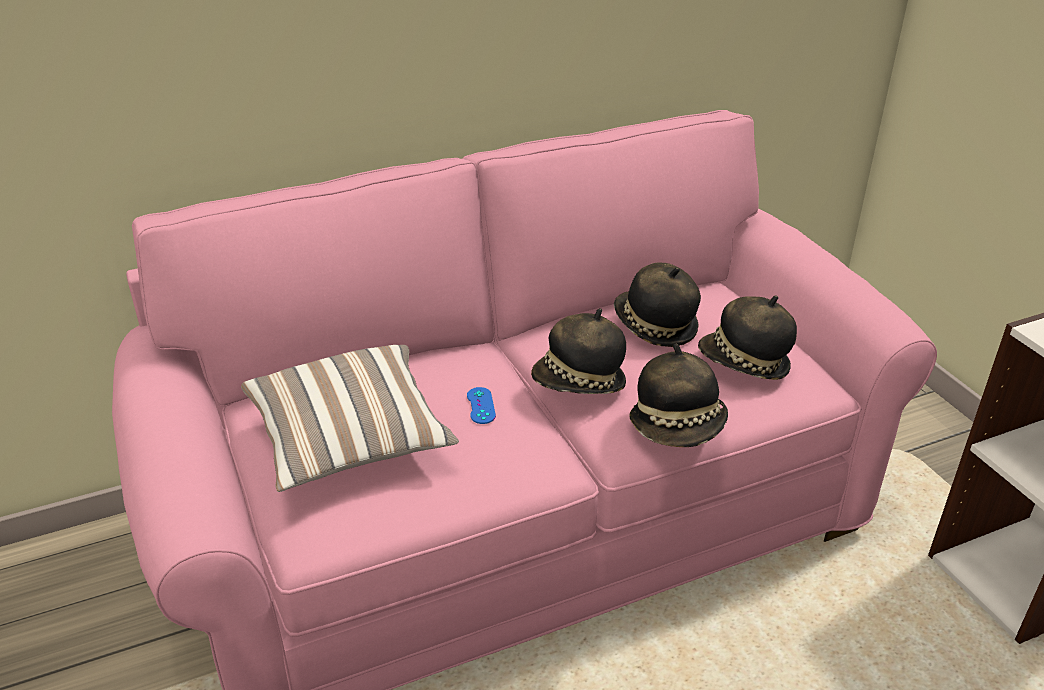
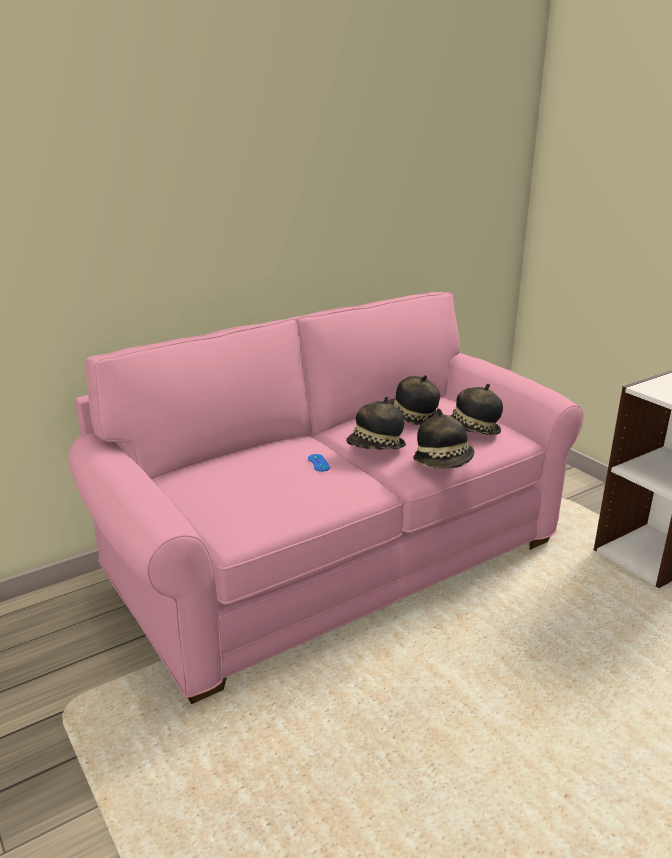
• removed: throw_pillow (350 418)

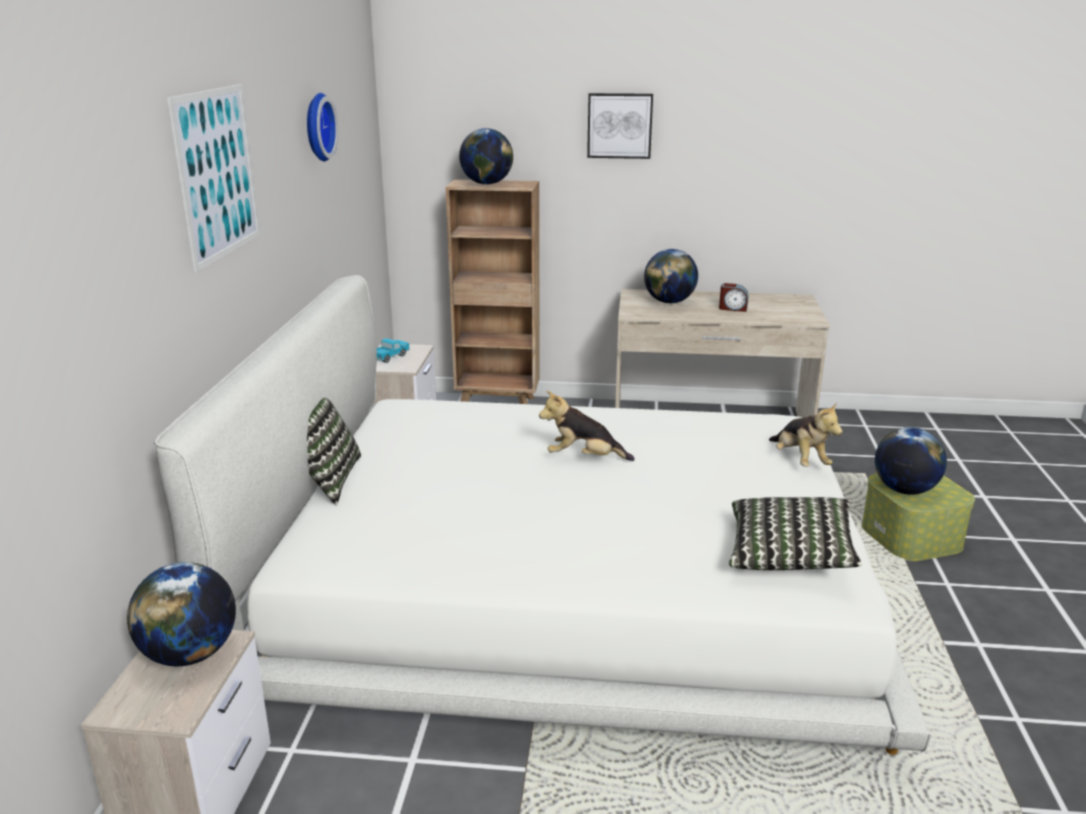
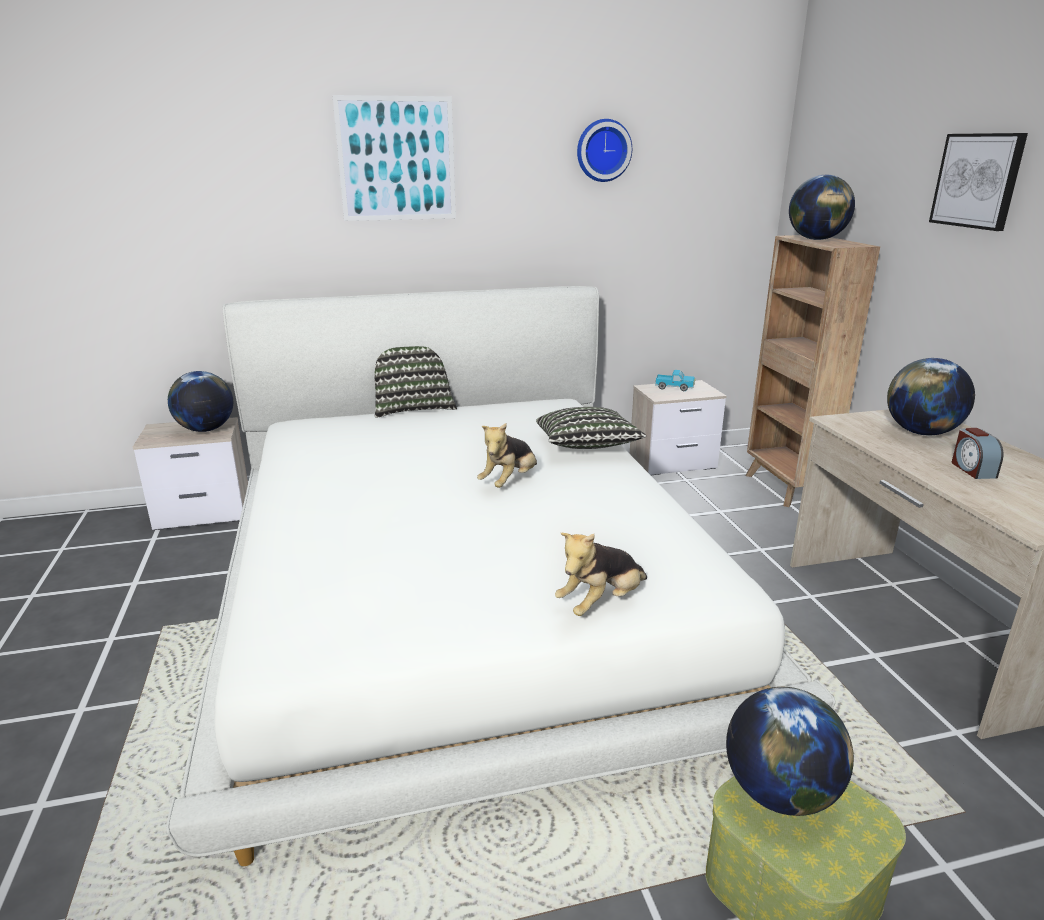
• turned: soft_toy (587 425) = (507 455) 135 degrees counterclockwise
• moved: throw_pillow (795 533) to (591 428)

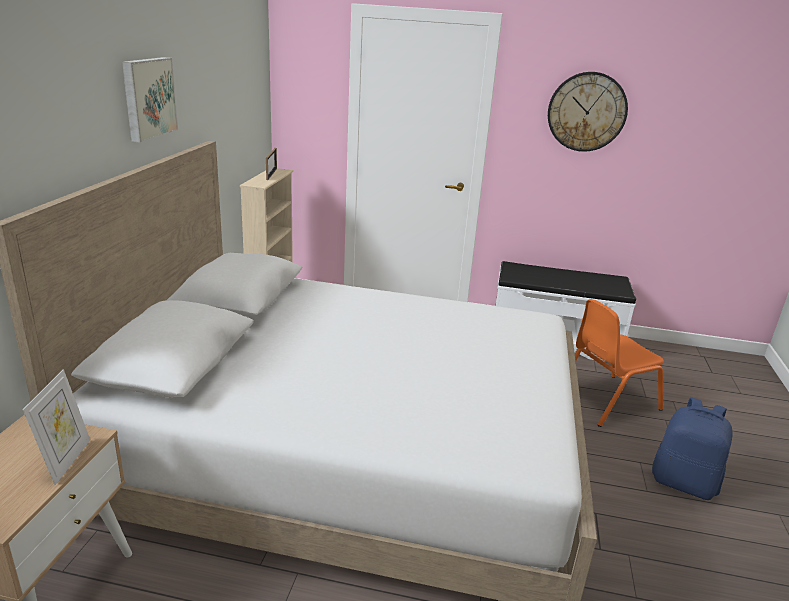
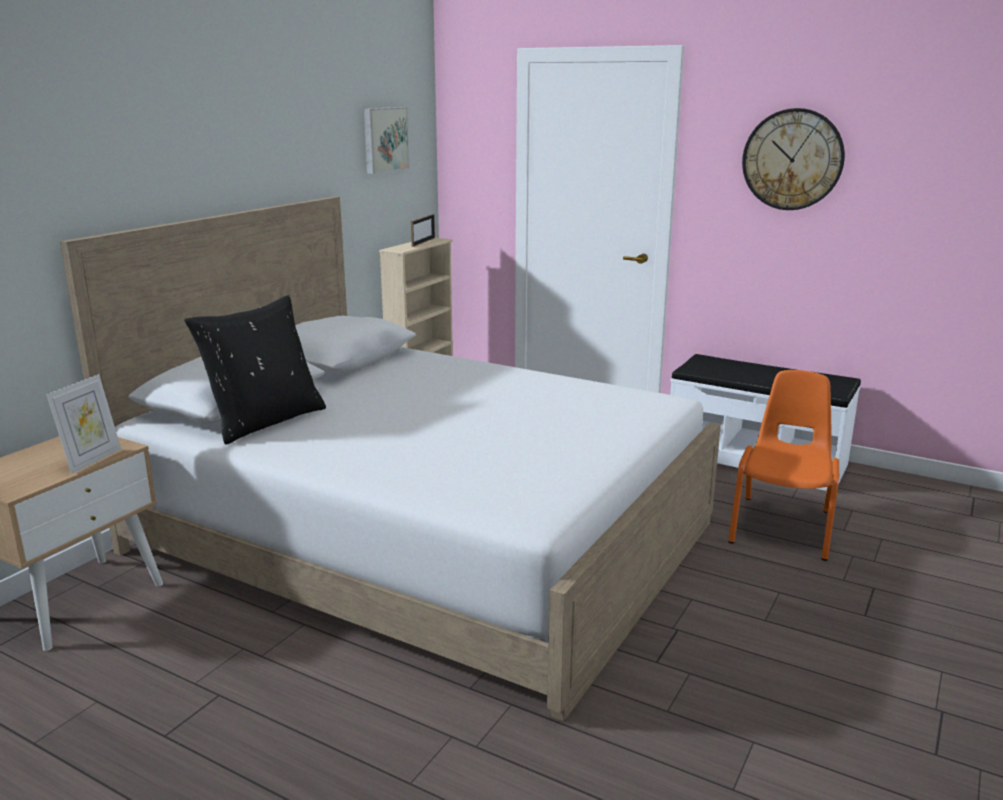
• added: black-coloured_throw_pillow (255 370)
• moved: picture (150 99) to (387 140)
• turned: orangey_plain_chair (619 363) = (783 465) 120 degrees clockwise
• removed: bluish_rucksack (692 449)

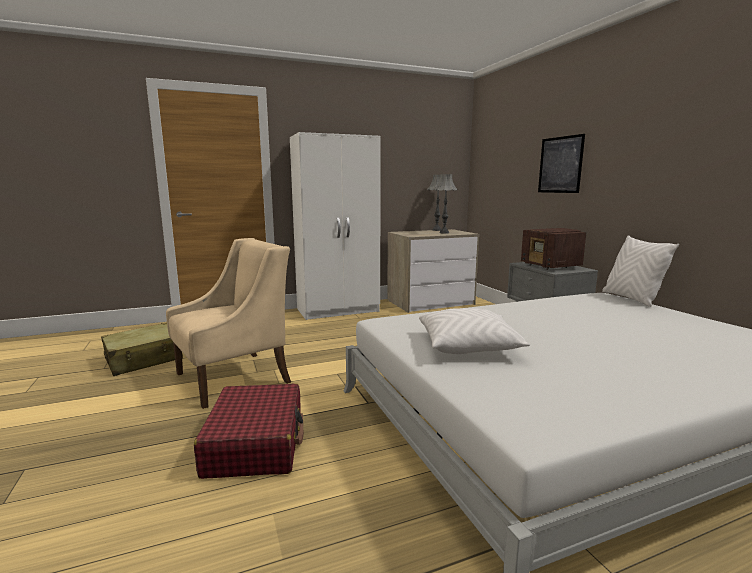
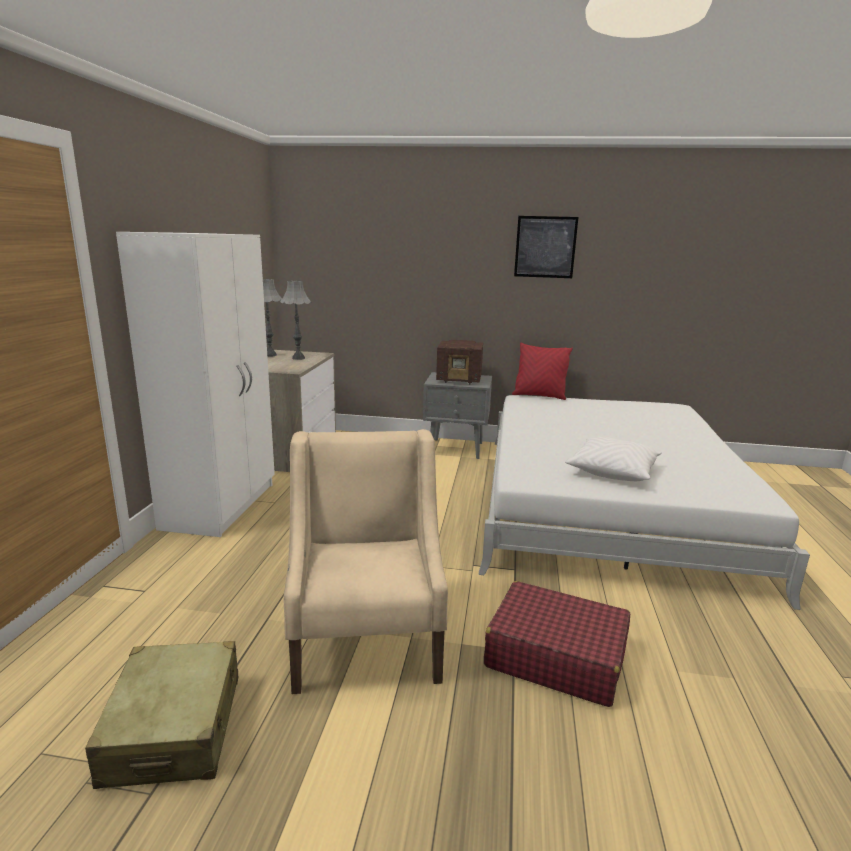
• recoloured: white-coloured_throw_pillow (640 271) to red_throw_pillow (542 371)
• moved: picture (561 163) to (546 247)

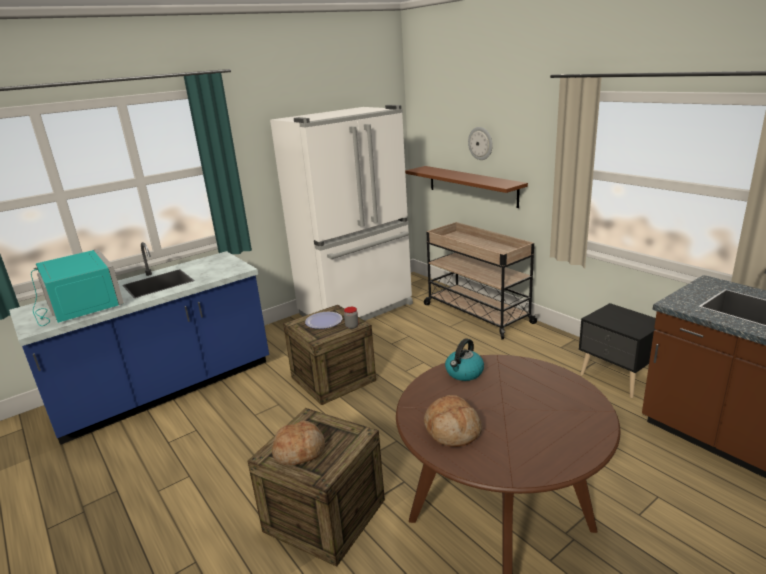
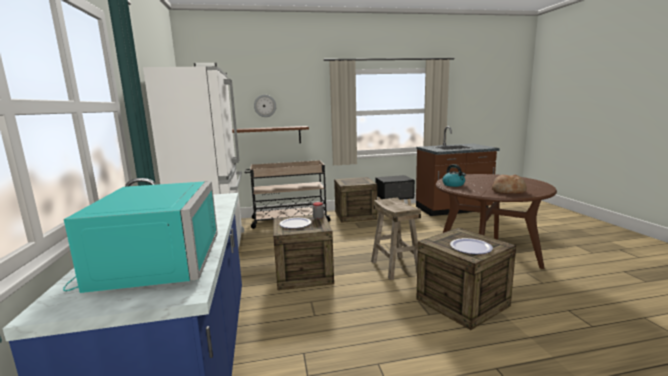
• turned: blue-green_microwave_oven (77 287) = (140 237) 90 degrees clockwise
• added: crate (355 200)
• added: sand-coloured_sitting_stool (396 239)
• replaced: bread (298 442) to flat_dish (471 246)

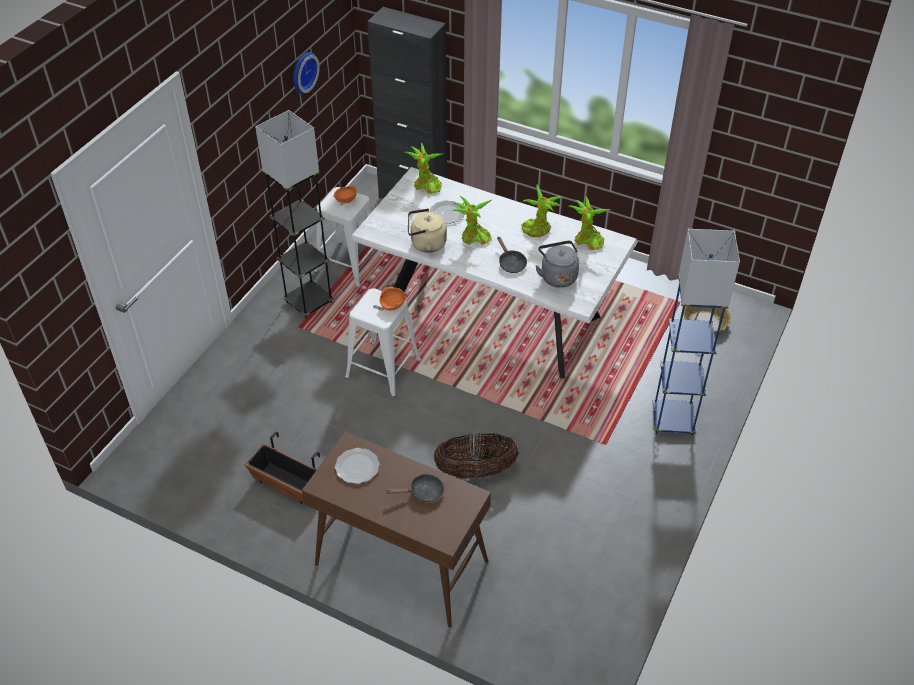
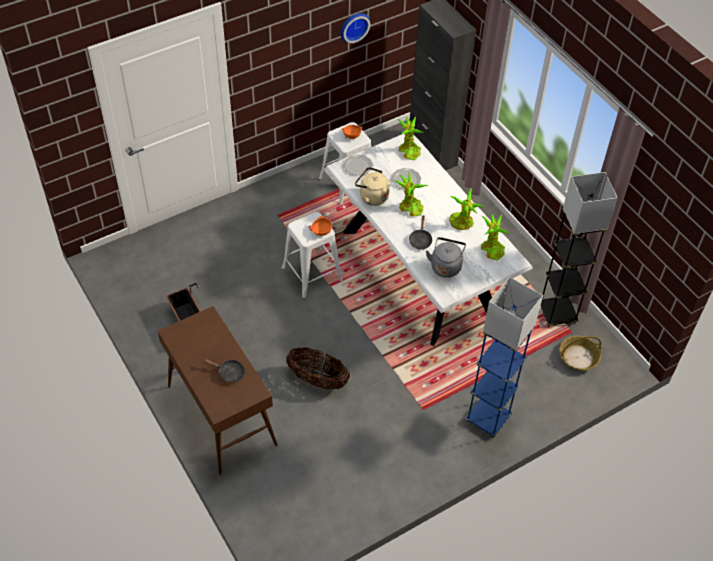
• moved: flat_dish (357 466) to (358 165)
• moved: gray_floor_lamp (294 214) to (579 249)

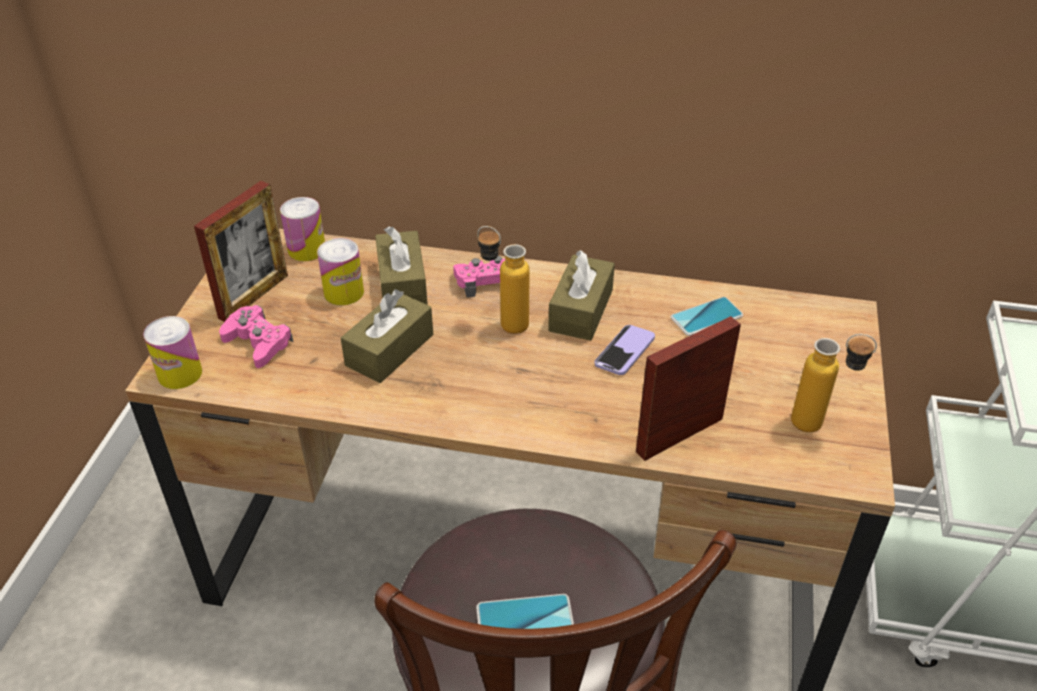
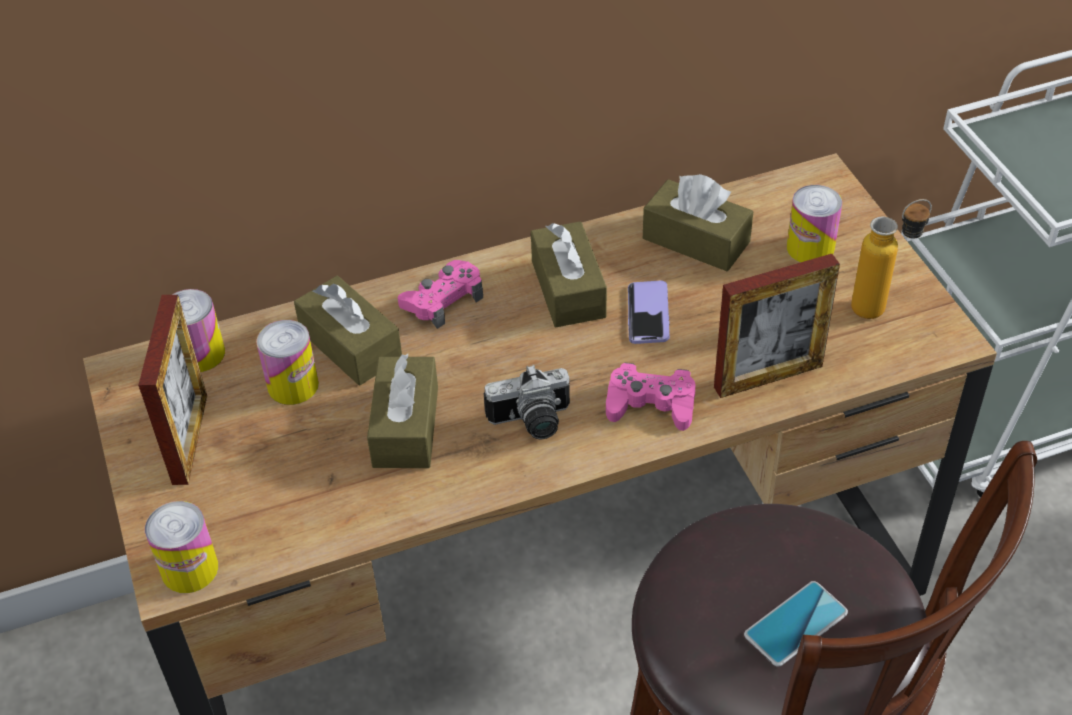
• added: still_camera (527 402)
• moved: pinkish_gamepad (256 336) to (651 397)
• replaced: telephone (707 316) to brown-coloured_box_of_tissues (698 222)
• turned: picture_frame (688 388) = (777 326) 135 degrees counterclockwise
• added: can (814 223)
• removed: bottle (503 280)

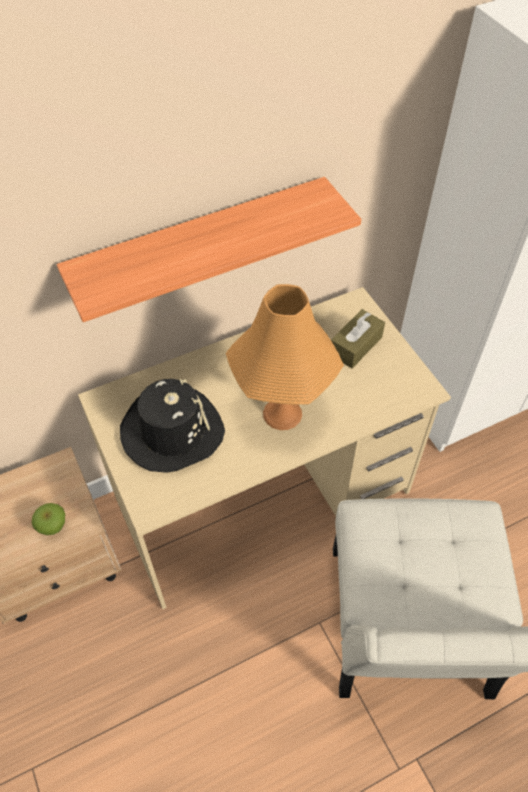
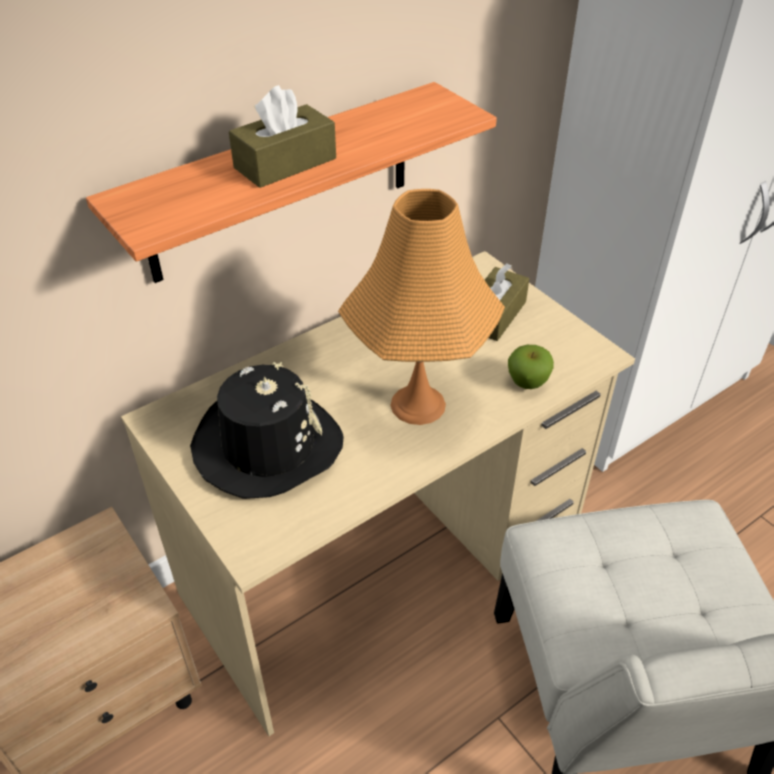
• added: brown-coloured_box_of_tissues (282 136)
• moved: apple_fruit (48 519) to (531 367)

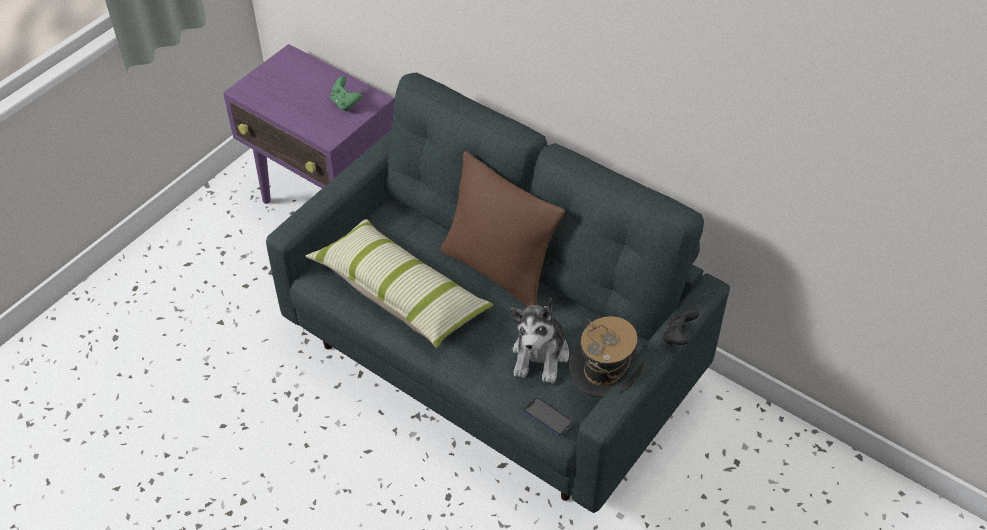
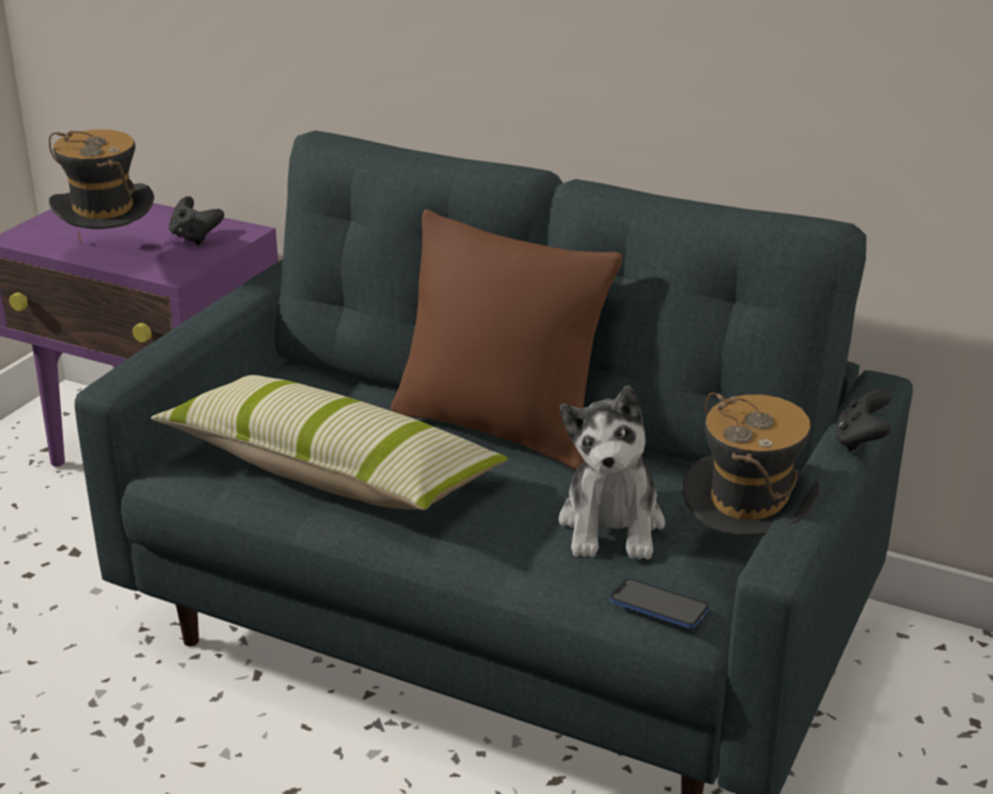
• added: hat (101 186)
• recoloured: greenish_gamepad (346 93) to black-coloured_gamepad (196 220)

